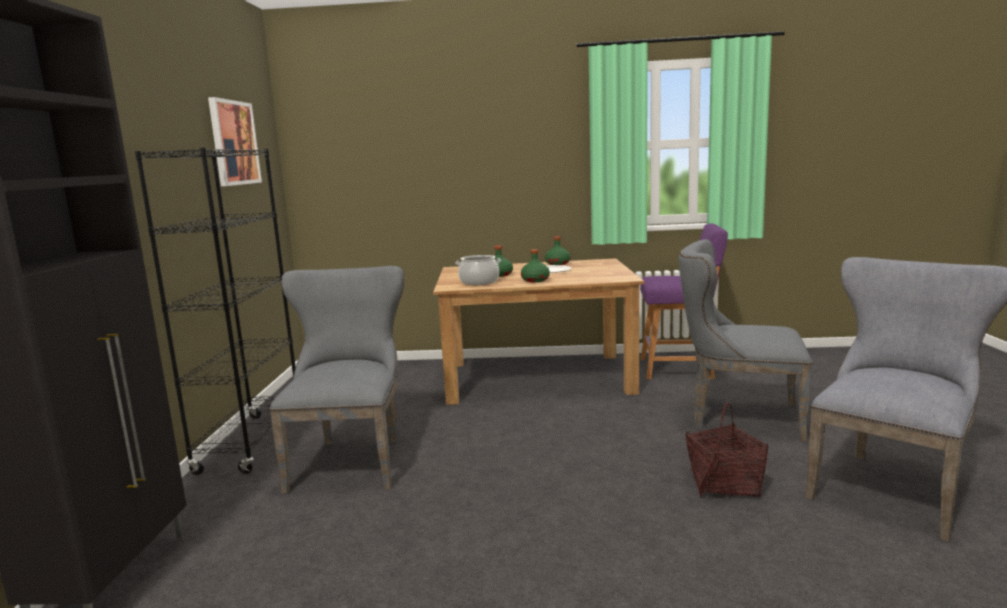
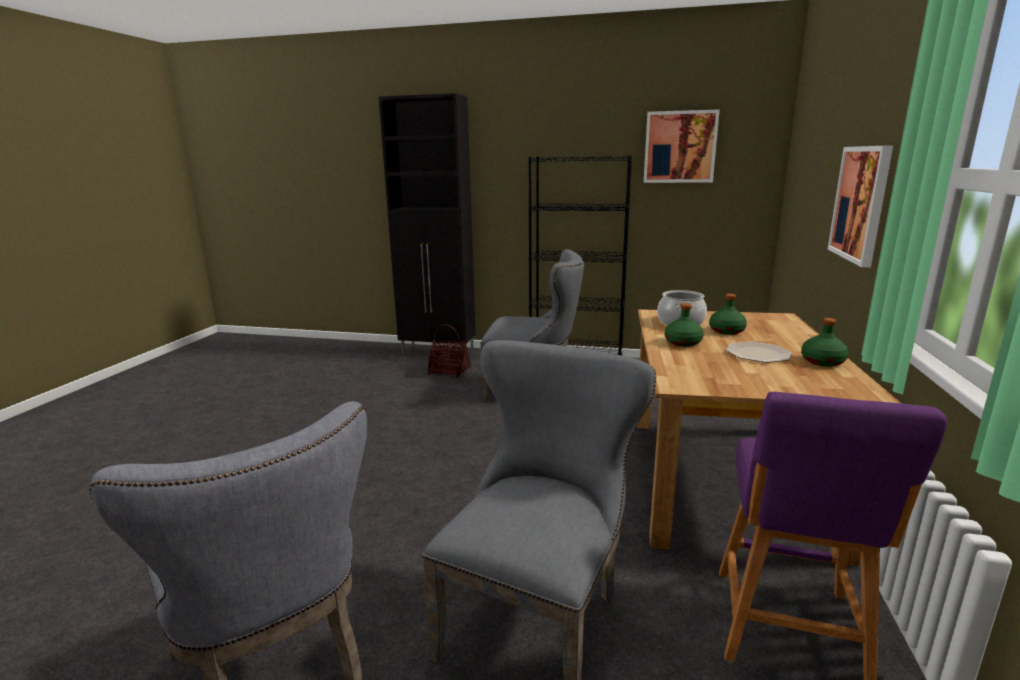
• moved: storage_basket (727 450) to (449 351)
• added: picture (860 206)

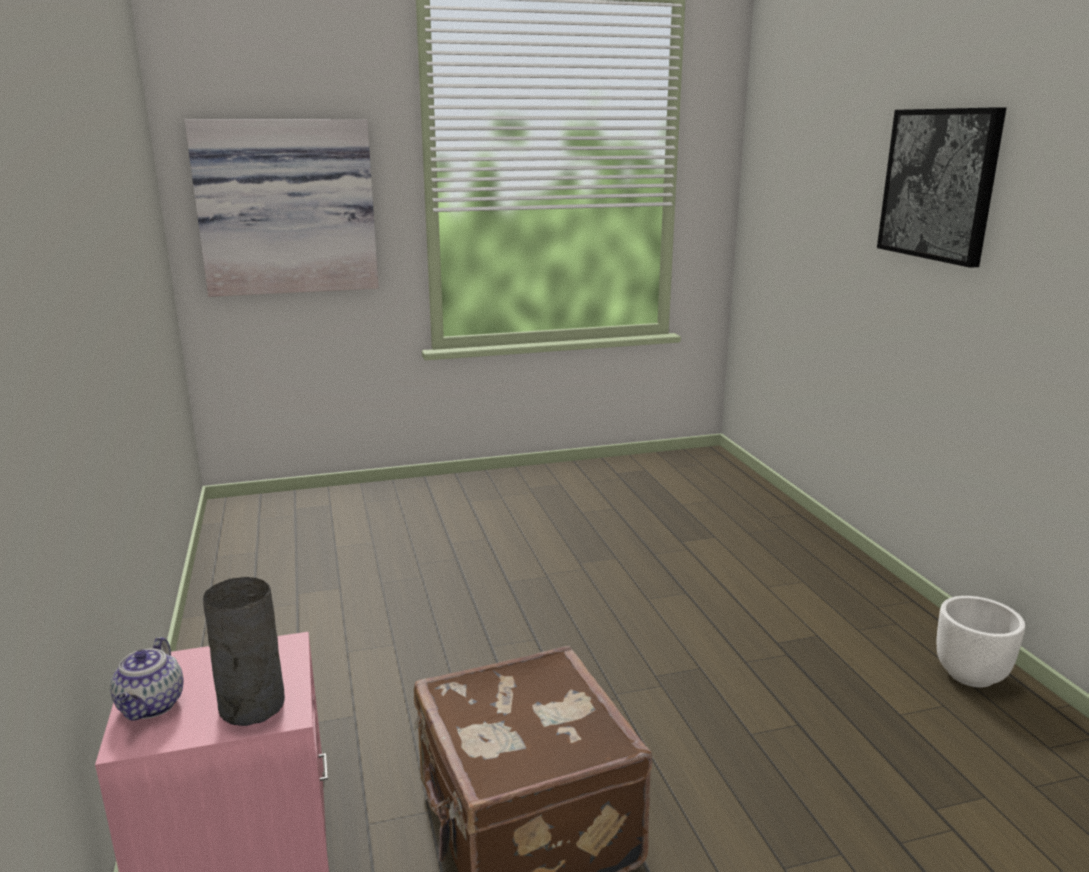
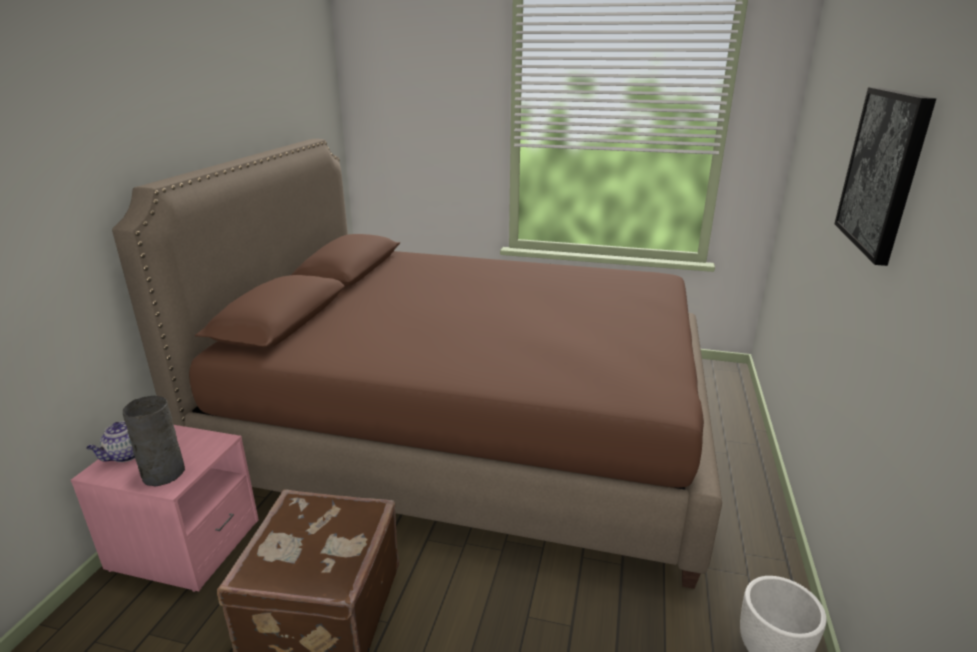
• added: brown-coloured_bed (417 364)
• removed: picture (282 208)

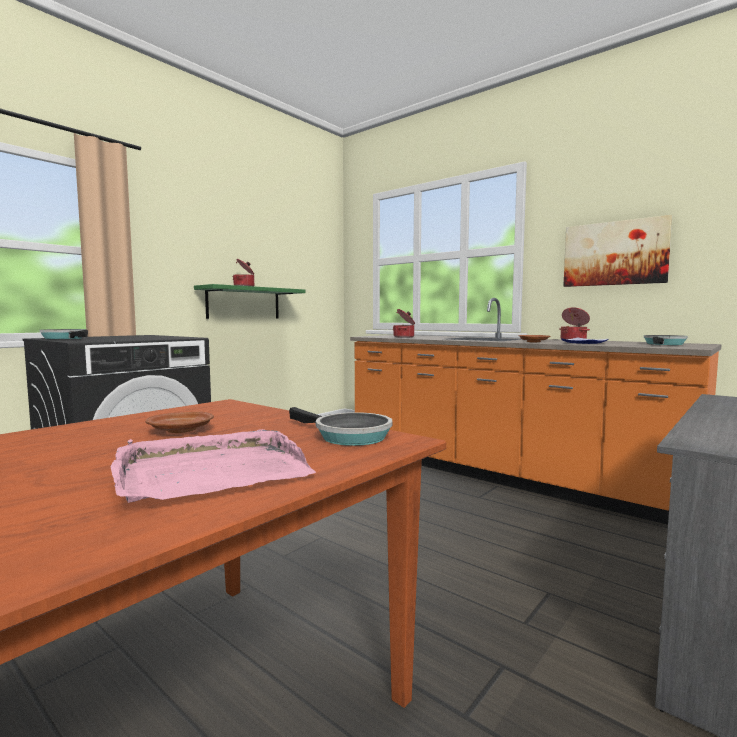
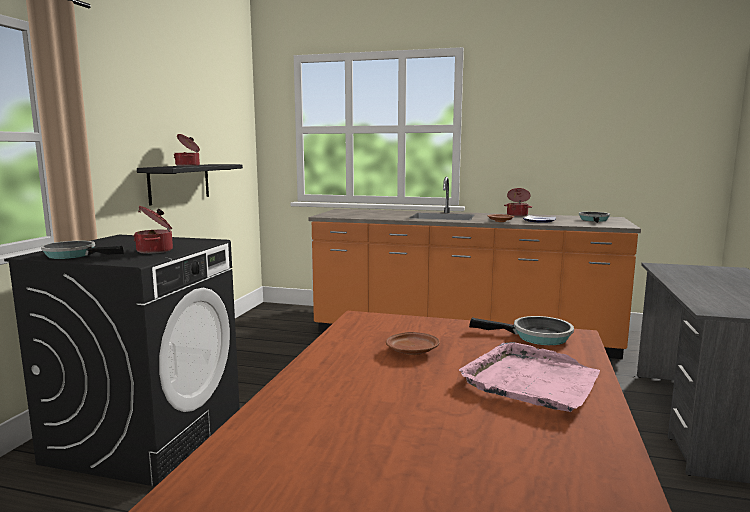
• moved: cooking_pot (404 323) to (153 230)
• recoloured: greenish_wall_shelf (249 301) to black-coloured_wall_shelf (190 185)
• removed: picture (617 251)

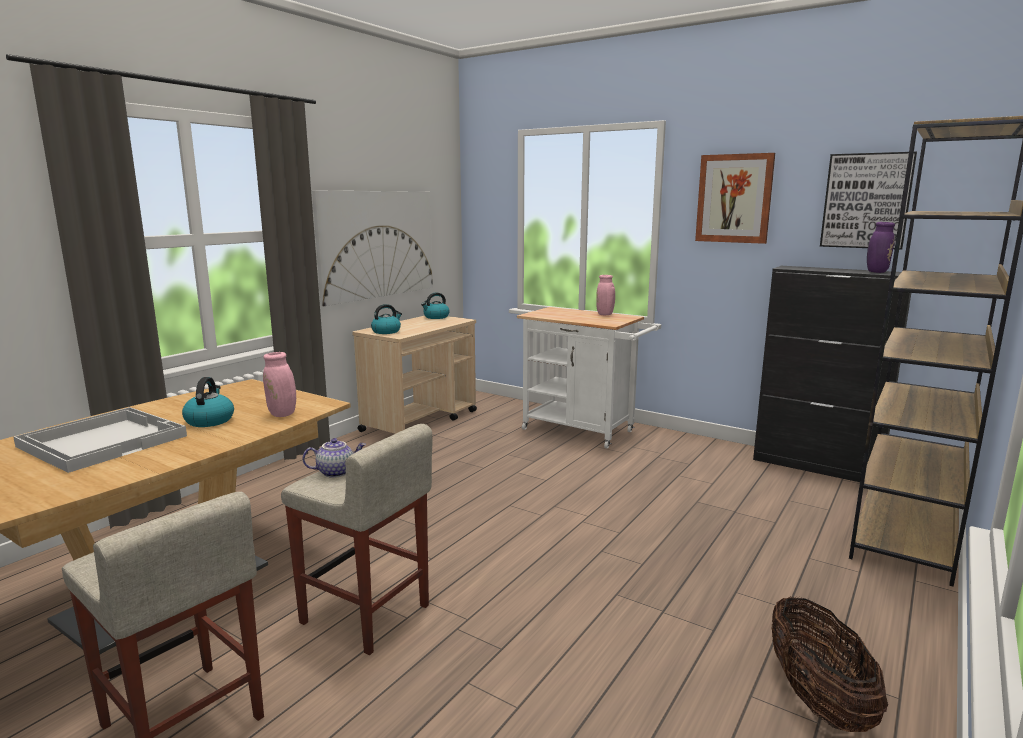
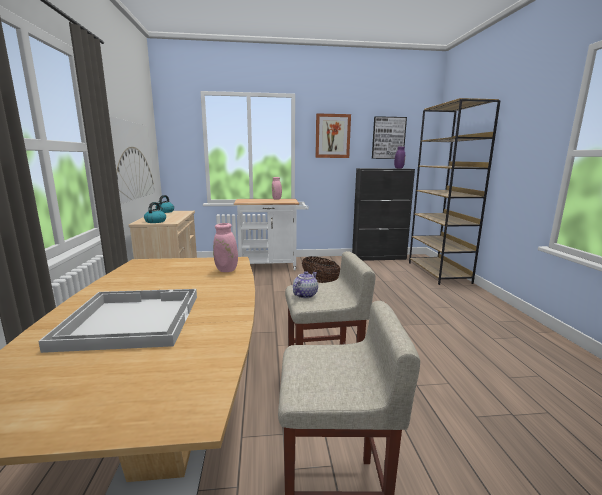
• moved: storage_basket (830 664) to (321 269)
• removed: water_kettle (208 402)

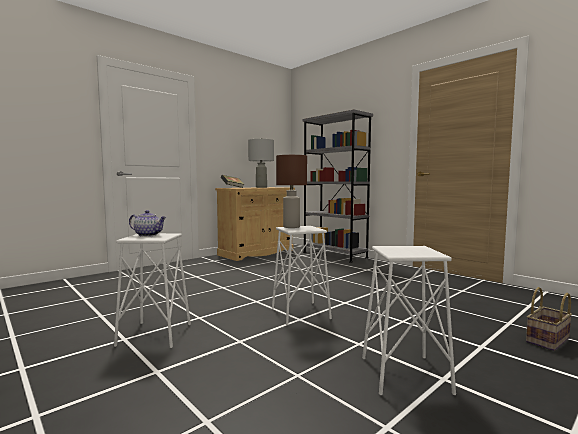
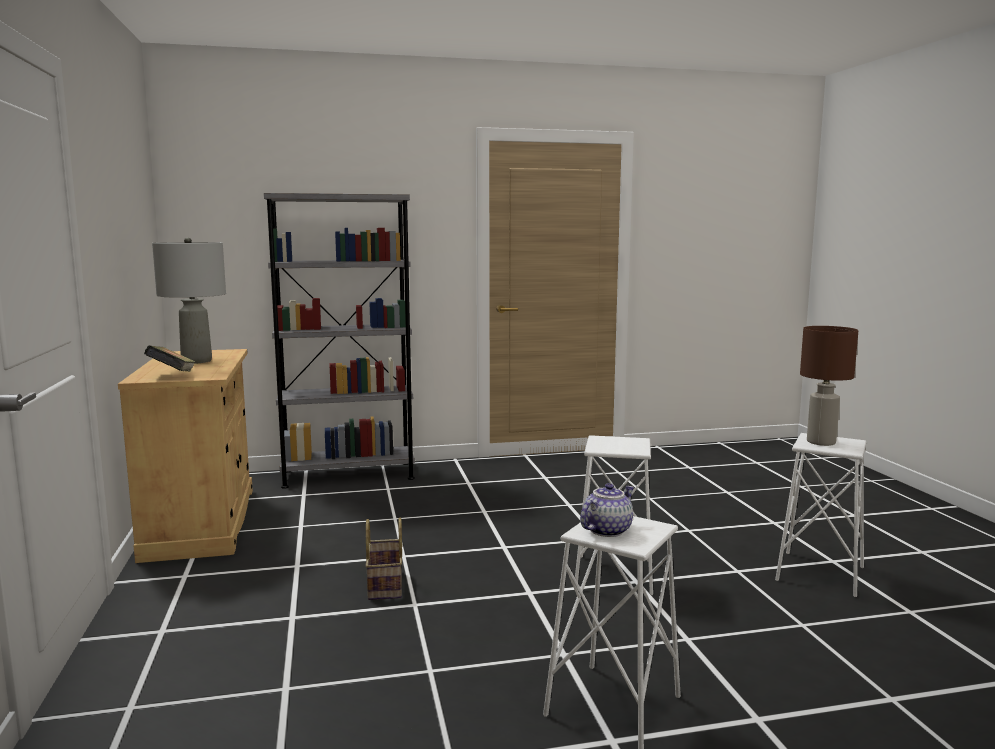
• moved: storage_basket (549 319) to (383 559)
• moved: brown-coloured_lamp_for_a_table (291 191) to (829 386)

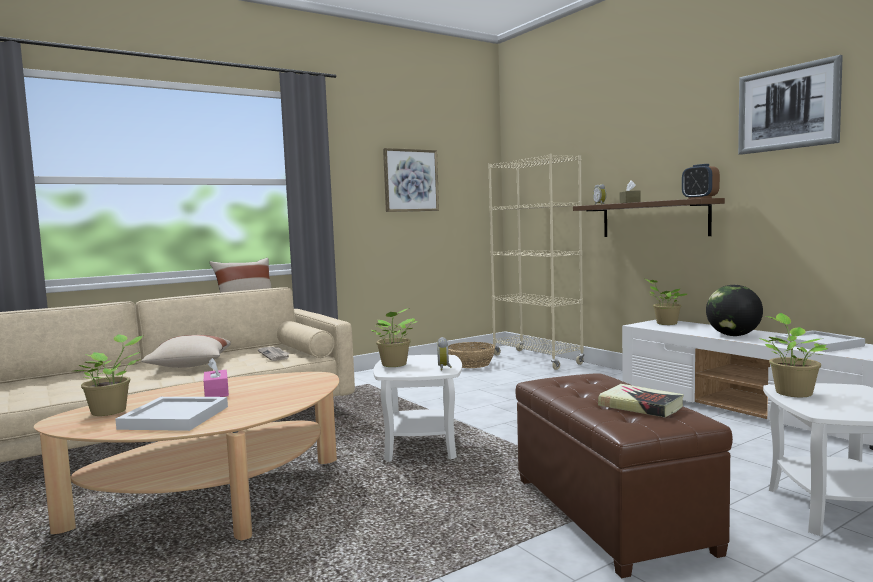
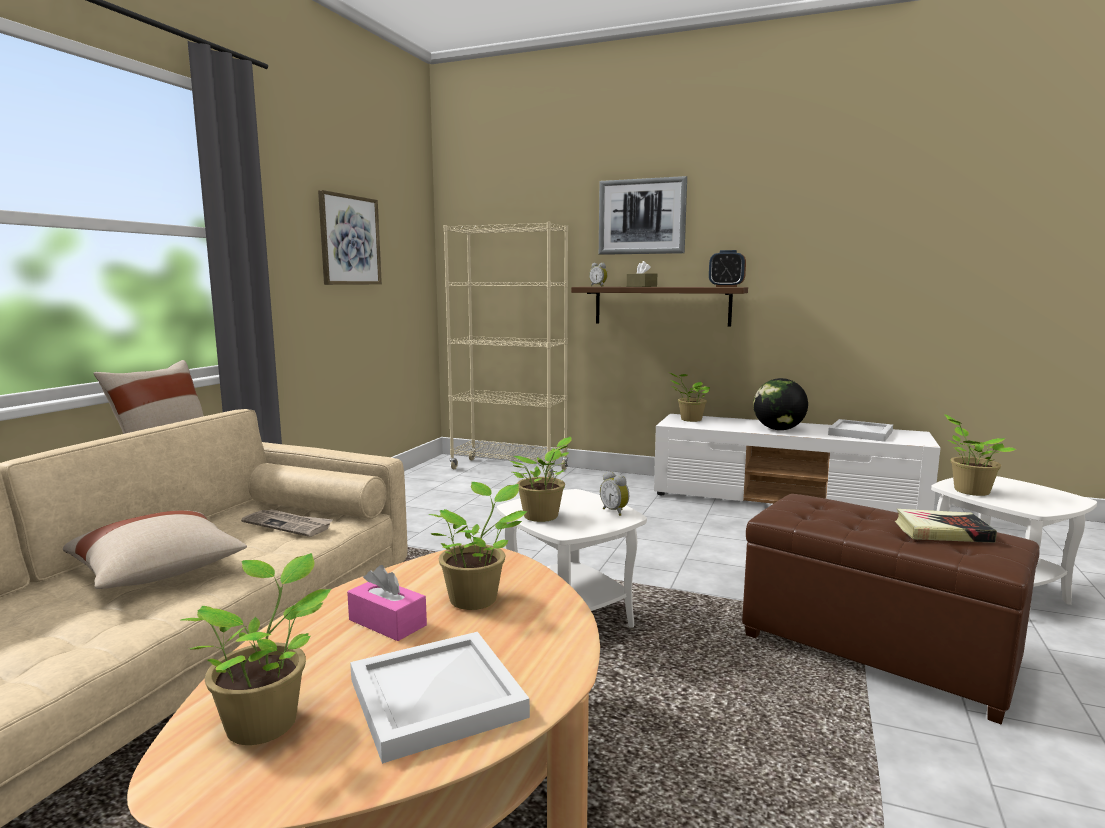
• added: plant_in_a_pot (478 546)
• moved: picture (790 105) to (643 215)
• removed: storage_basket (471 355)

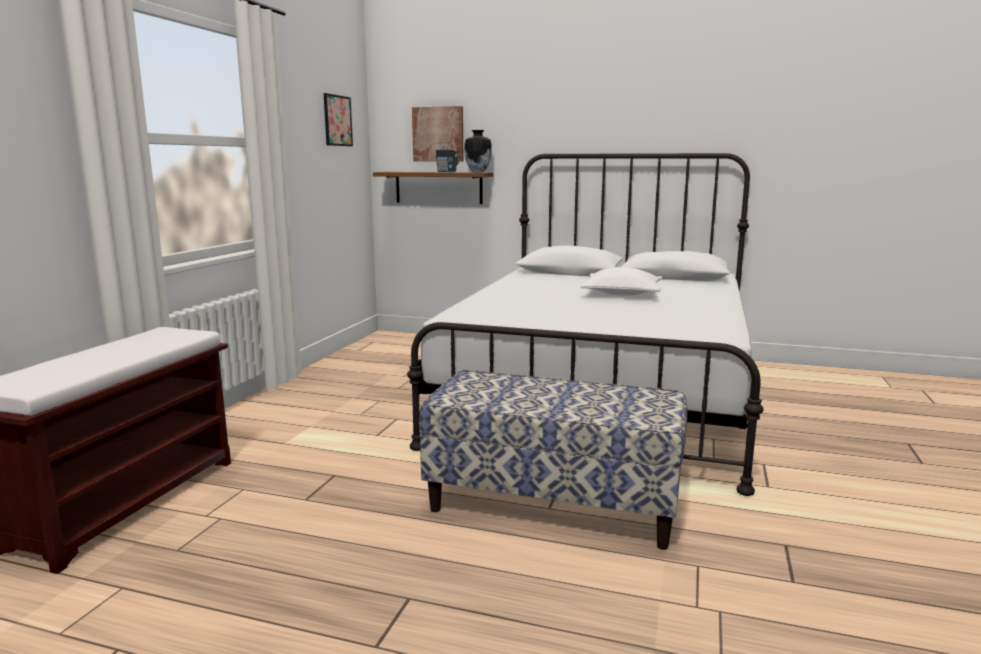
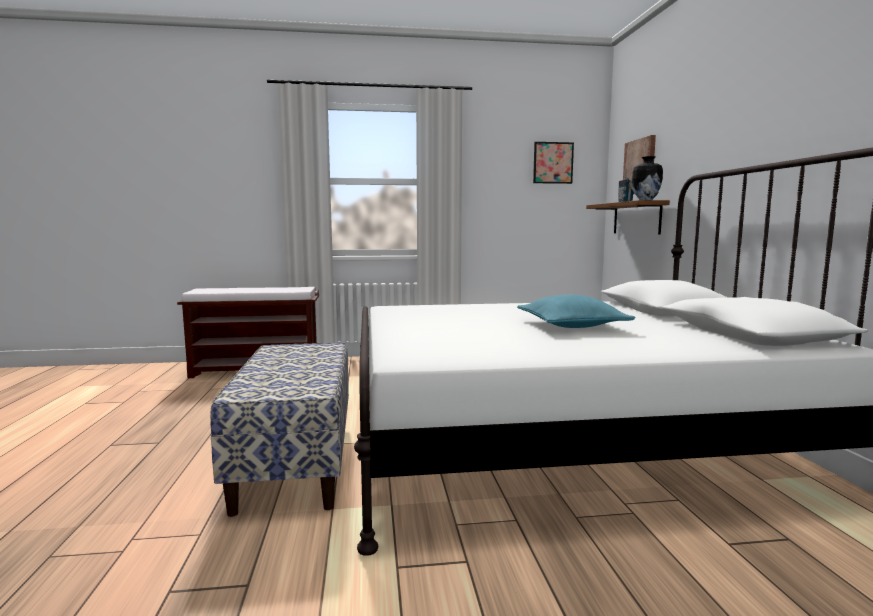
• recoloured: white-coloured_throw_pillow (621 281) to blue-green_throw_pillow (576 311)

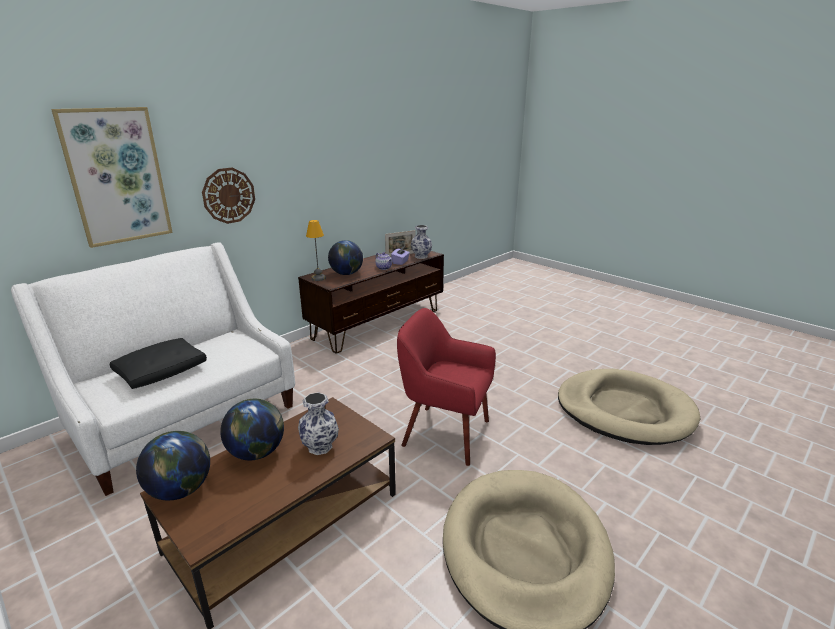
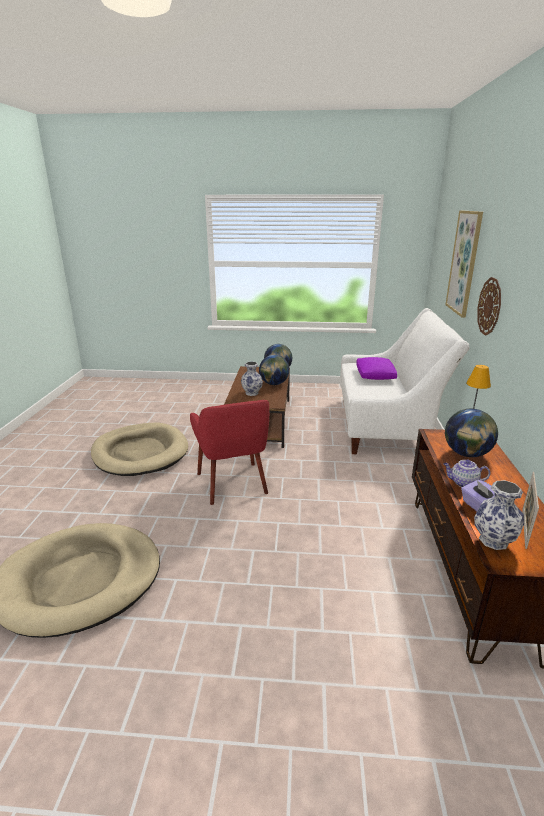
• turned: red_armchair (446 387) = (229 452) 90 degrees clockwise
• recoloured: black-coloured_throw_pillow (158 363) to purplish_throw_pillow (376 368)

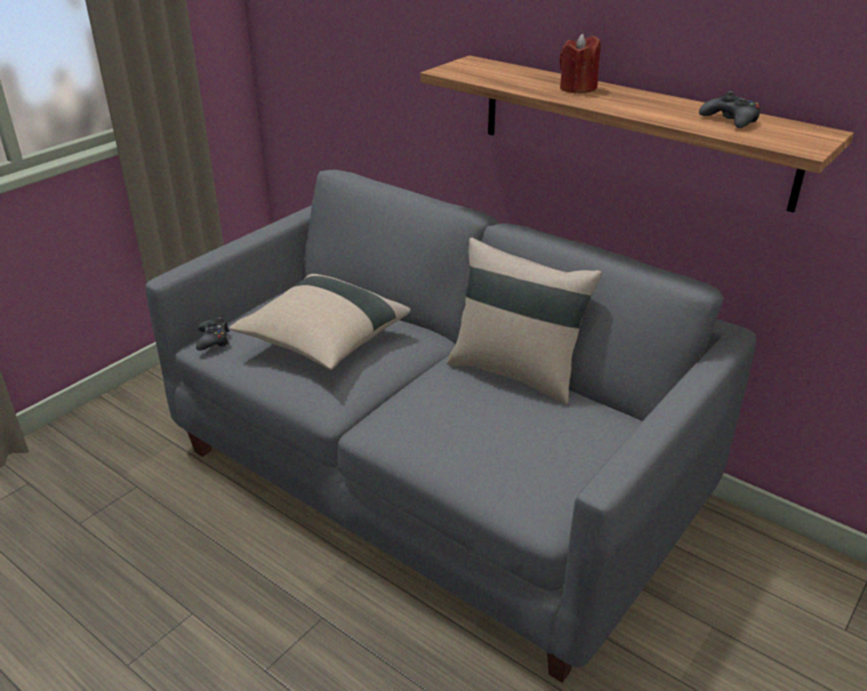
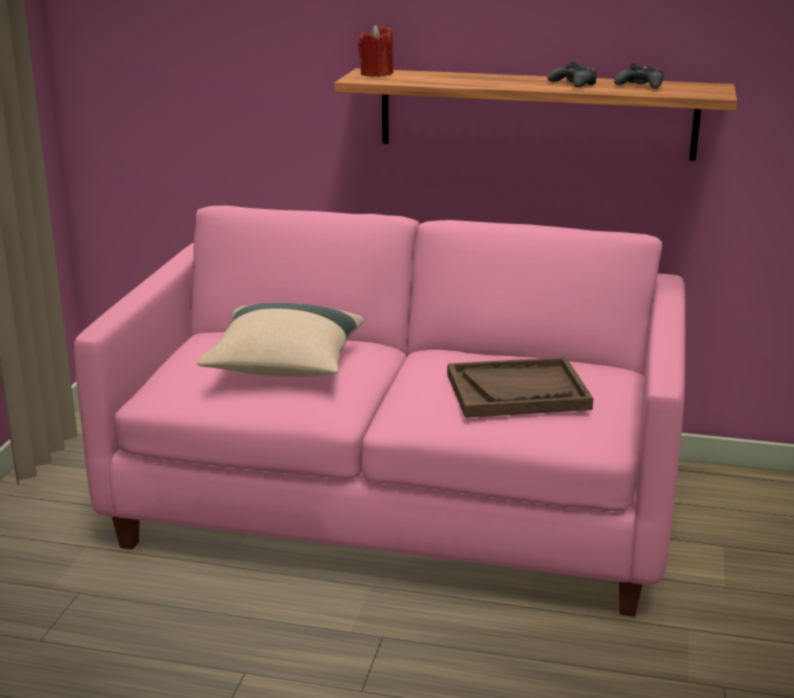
• recoloured: gray_couch (451 426) to pinkish_couch (380 411)
• moved: red_wax_light (580 63) to (375 51)
• added: brown-coloured_tray (520 387)
• moved: black-coloured_gamepad (213 334) to (572 74)
• removed: sand-coloured_throw_pillow (524 321)

